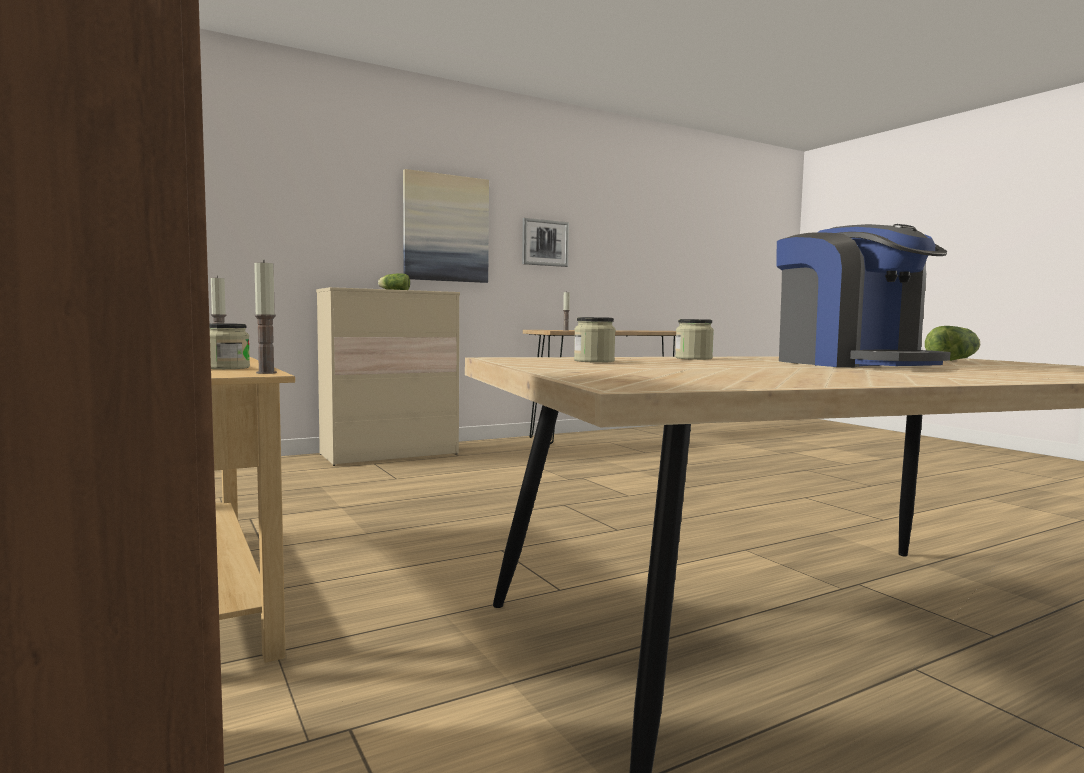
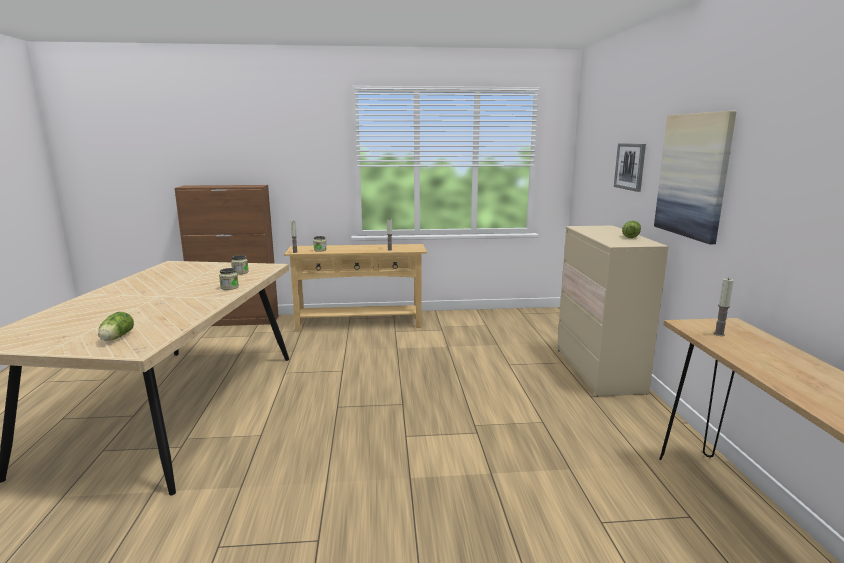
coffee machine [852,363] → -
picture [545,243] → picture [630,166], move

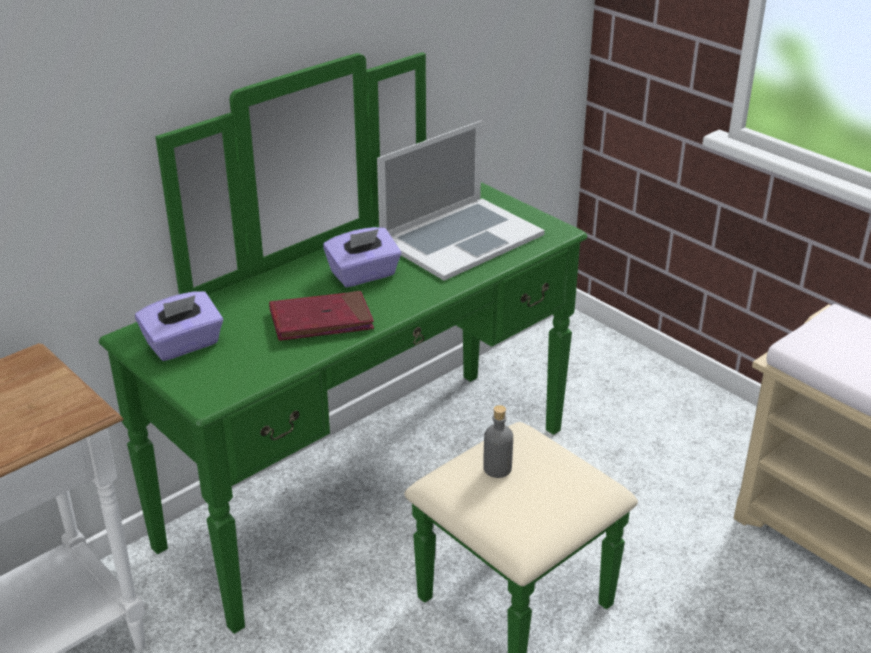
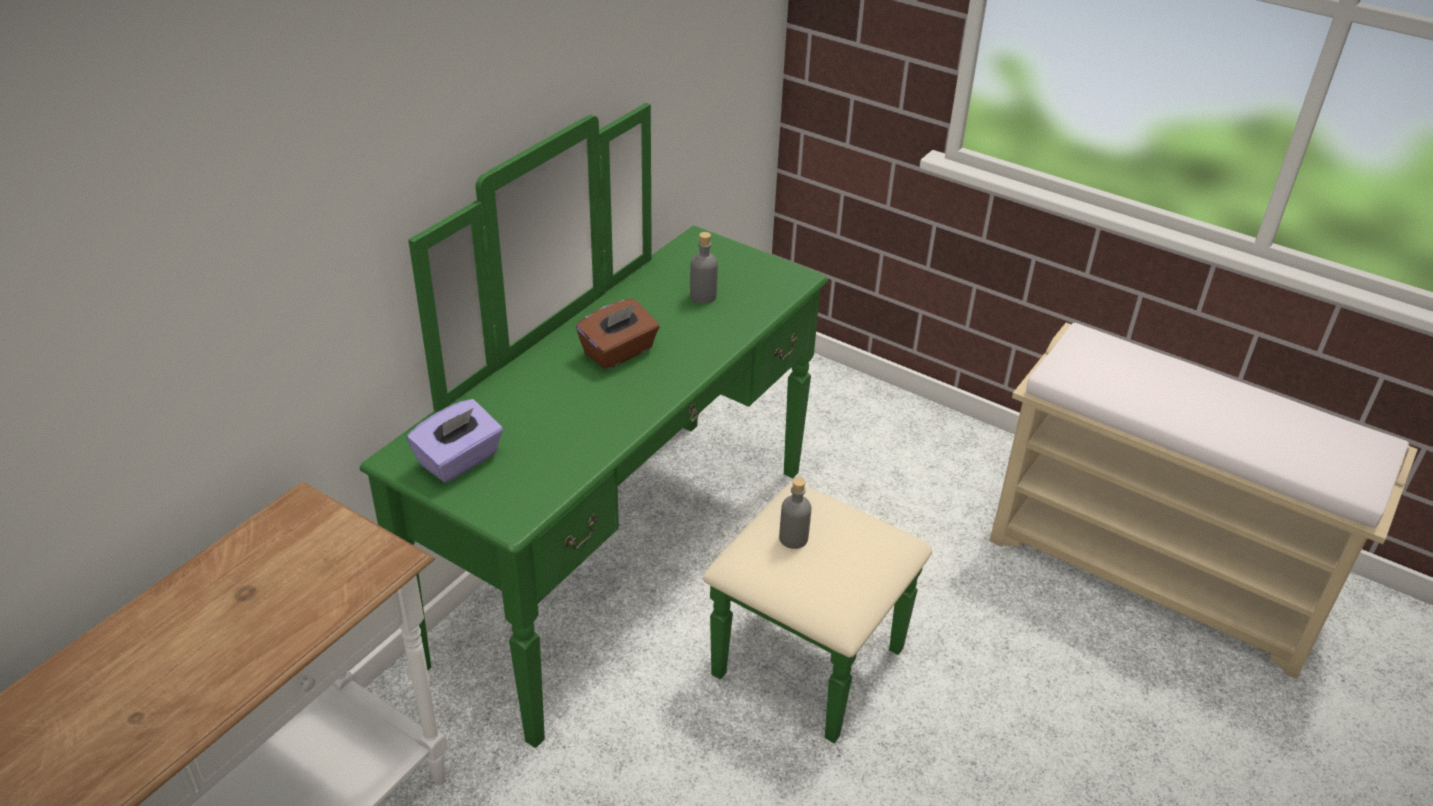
red book [321,320] → -
laptop [460,238] → grey bottle [703,296]
purple tissue box [363,275] → brown tissue box [619,352]

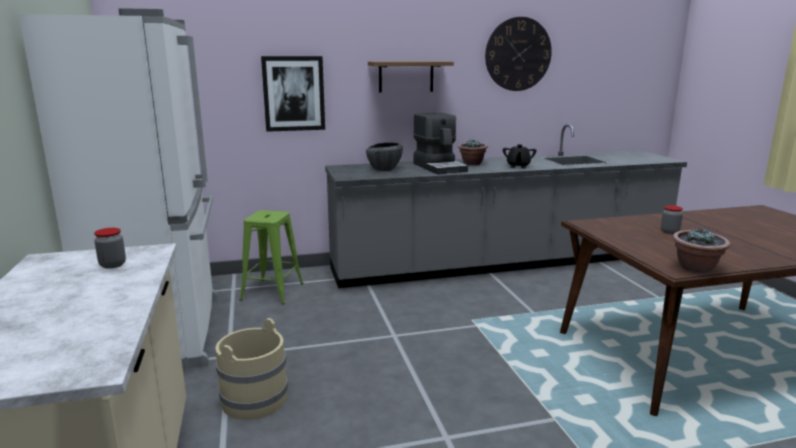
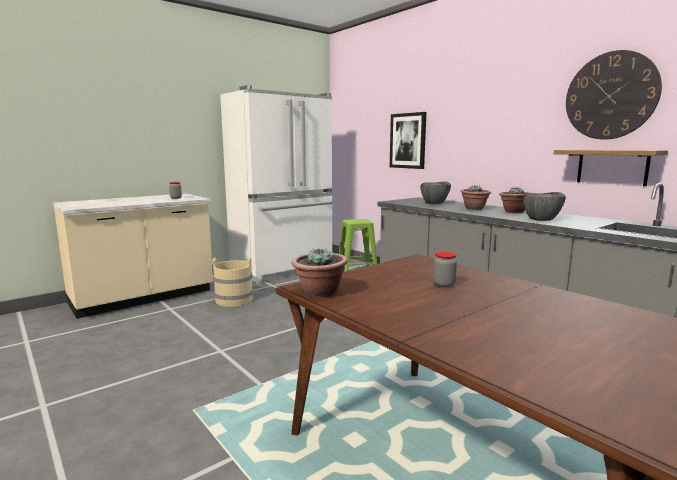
shelf [406,76] → shelf [612,167], move
coffee machine [440,167] → potted plant [474,208]
black teapot [518,166] → bowl [541,219]

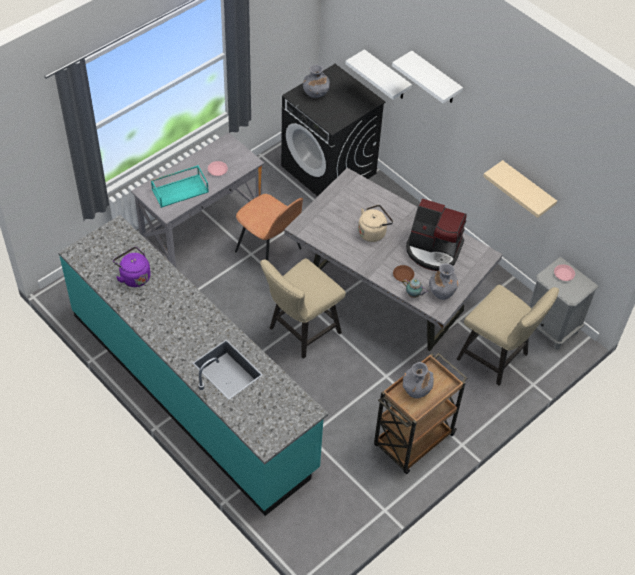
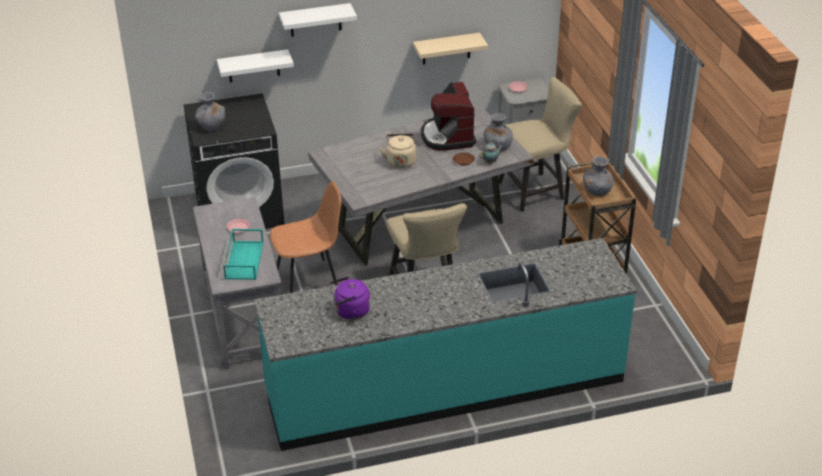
coffee machine [433,250] → coffee machine [448,136], 120 degrees clockwise

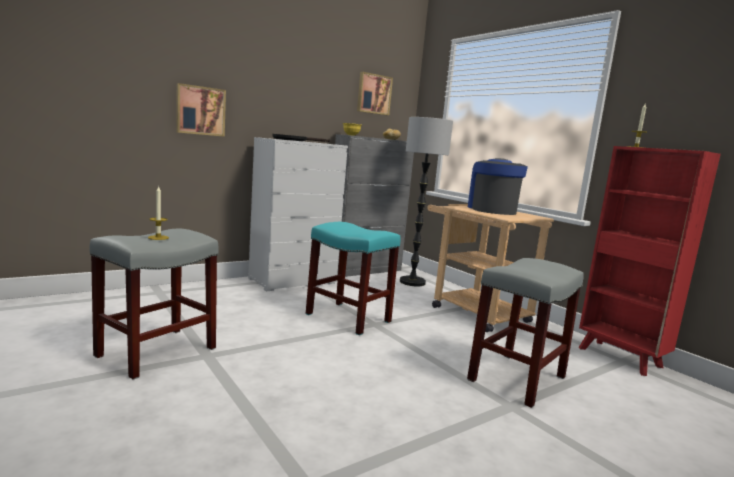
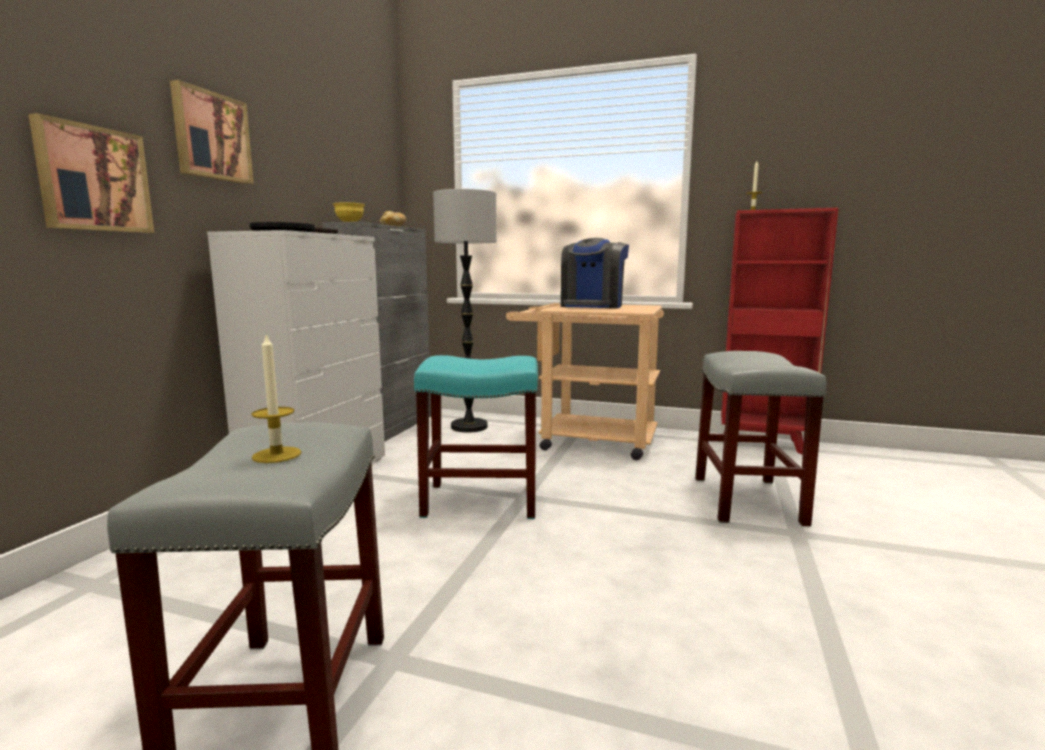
picture [373,94] → picture [211,136], move
coffee machine [491,210] → coffee machine [593,306], 120 degrees counterclockwise

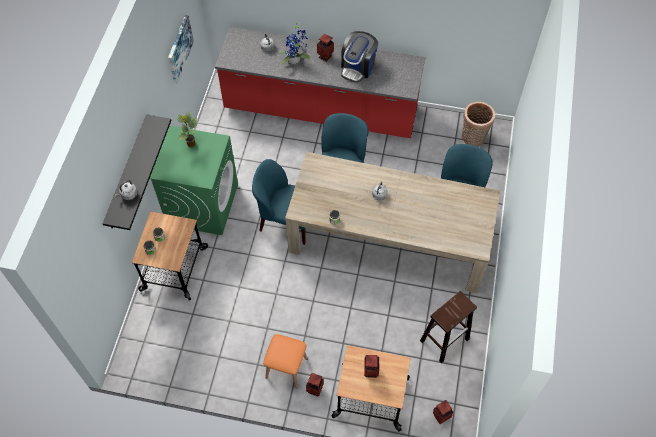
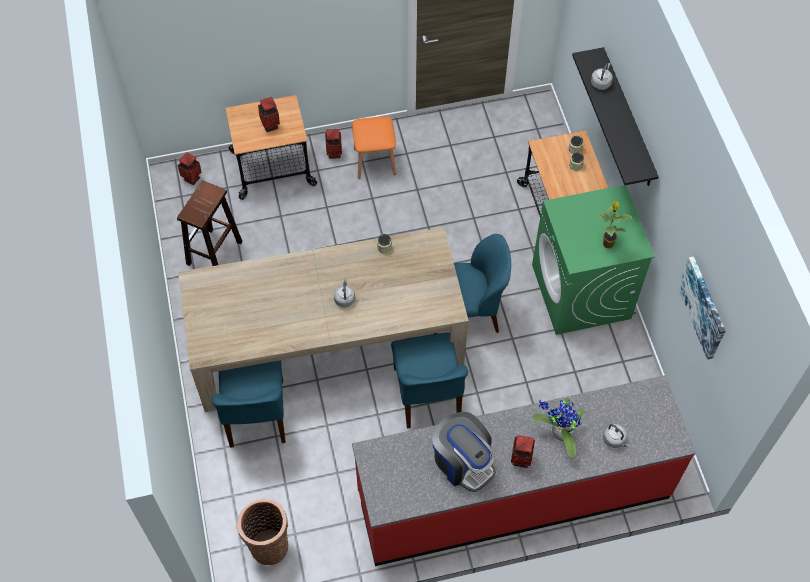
coffee machine [358,67] → coffee machine [463,461], 135 degrees clockwise

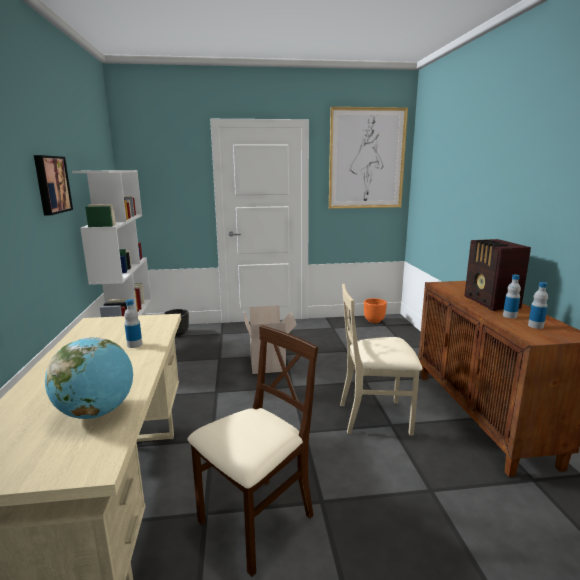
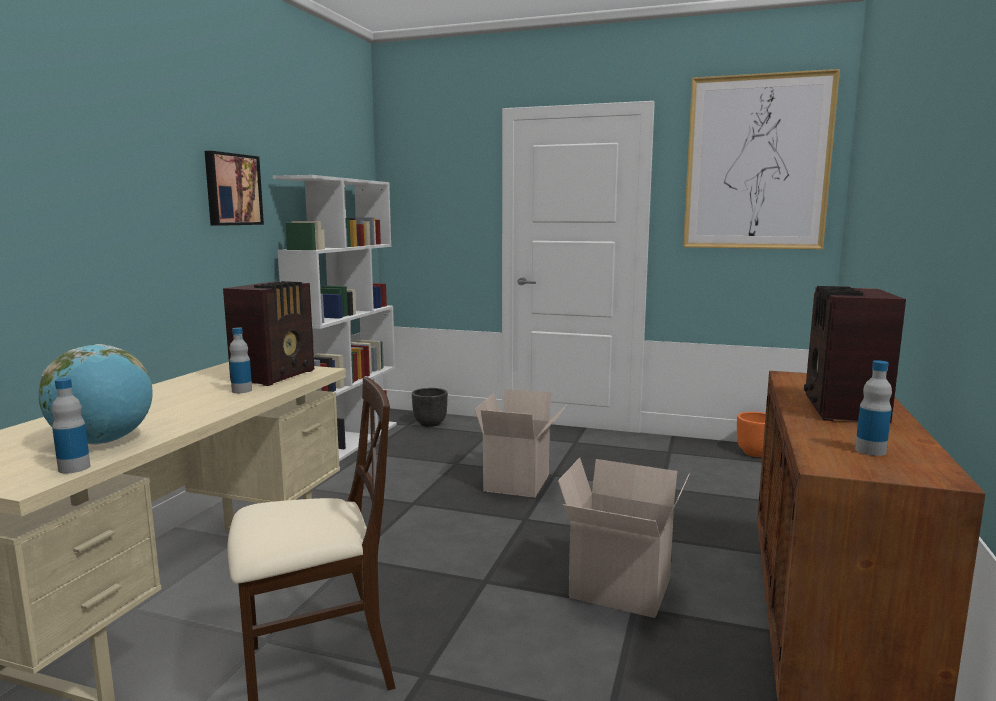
- → radio [276,375]
bottle [509,316] → bottle [74,468], move
beige chair [375,417] → cardboard box [617,590]

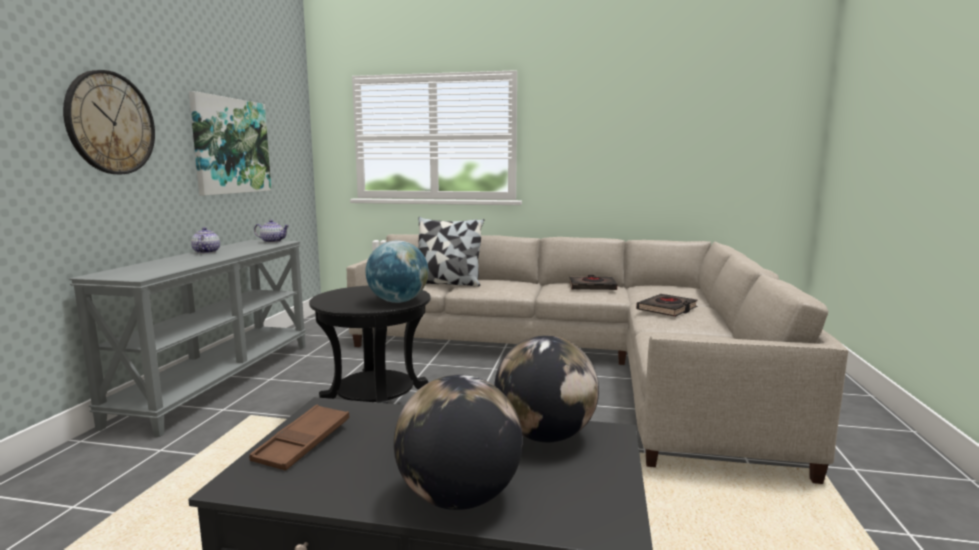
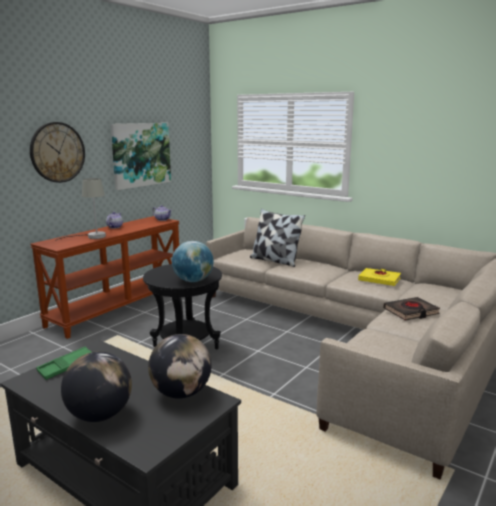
- → grey table lamp [91,237]
grey console table [219,380] → brown console table [117,307]
brown tray [303,443] → green tray [67,366]
black book [592,287] → yellow book [379,280]

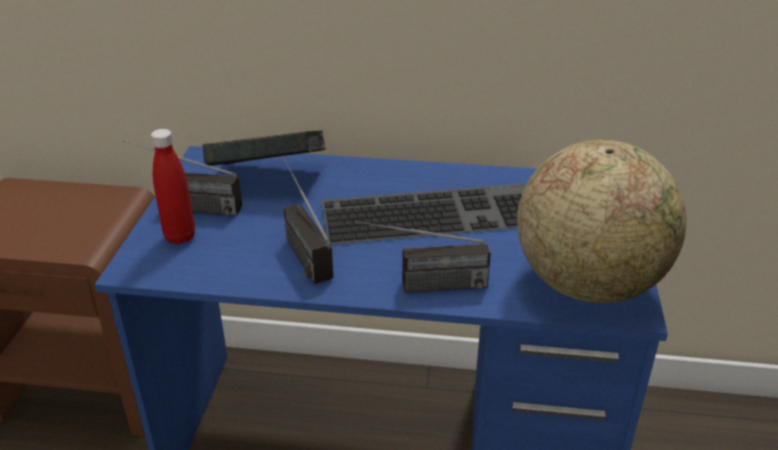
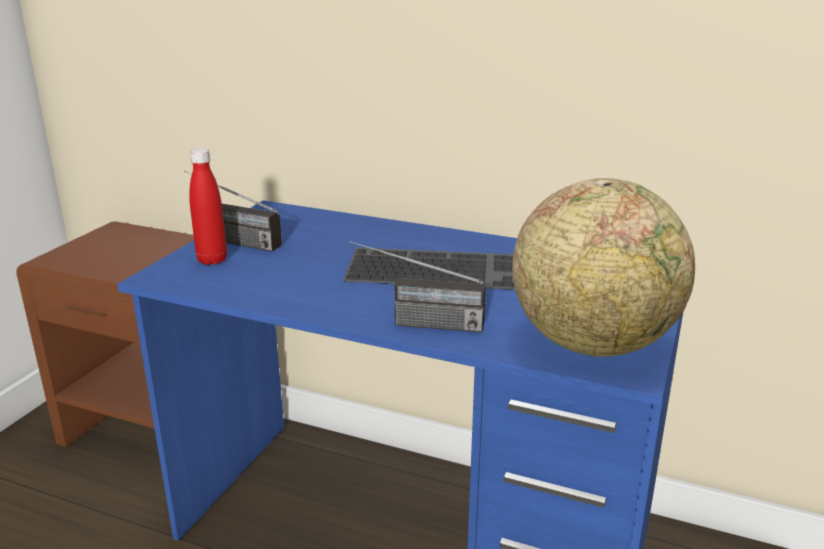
book [268,178] → -
radio [299,247] → -

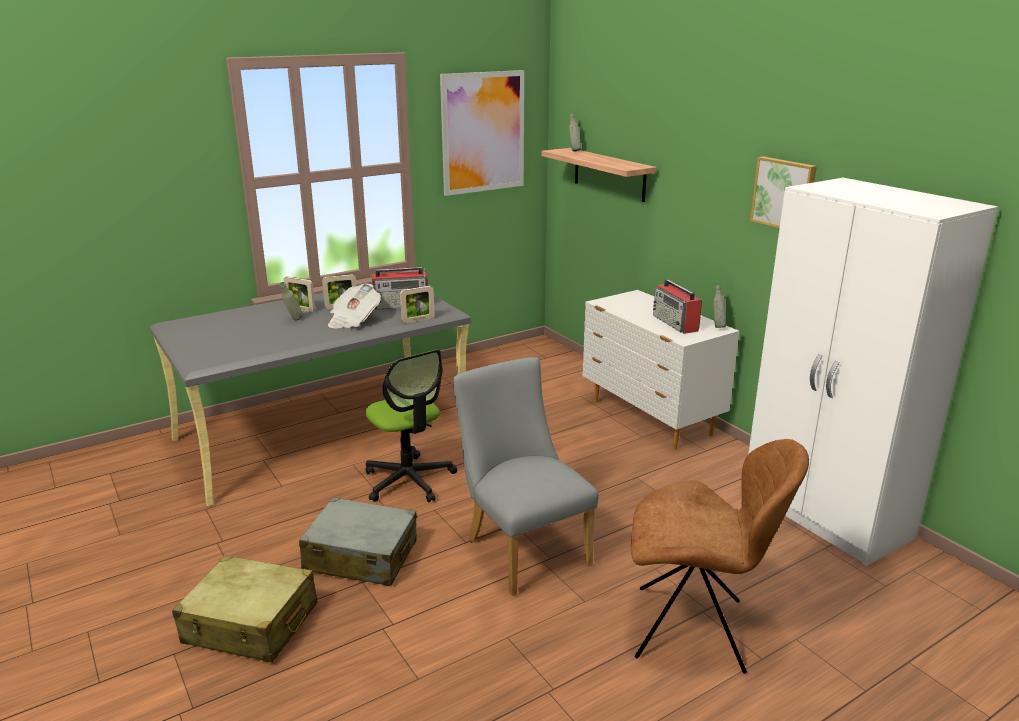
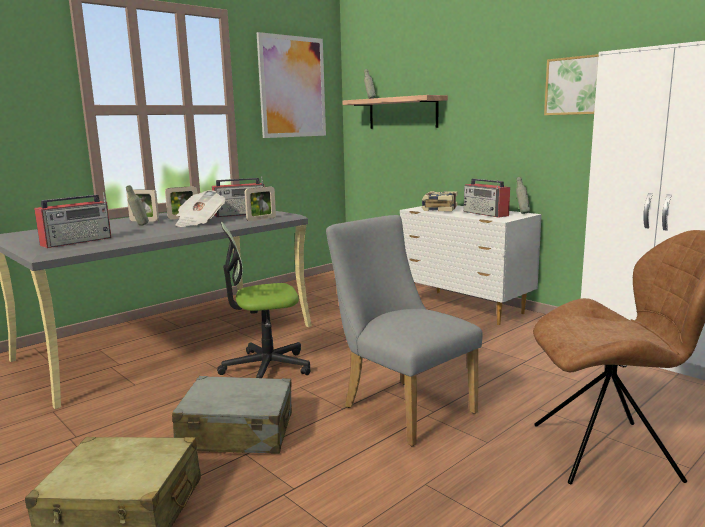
- → radio [78,241]
- → book [439,209]
office chair [409,480] → office chair [266,368], 120 degrees clockwise

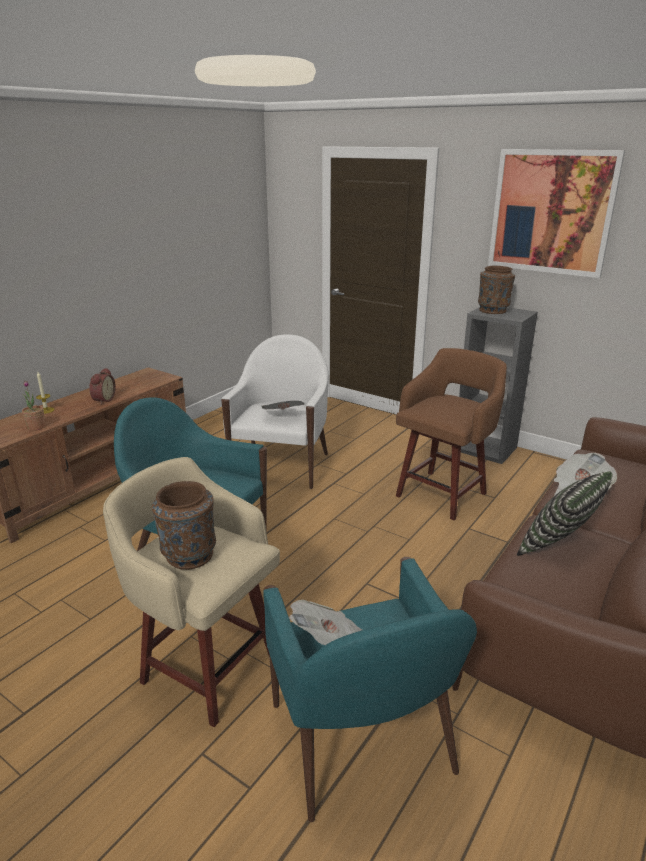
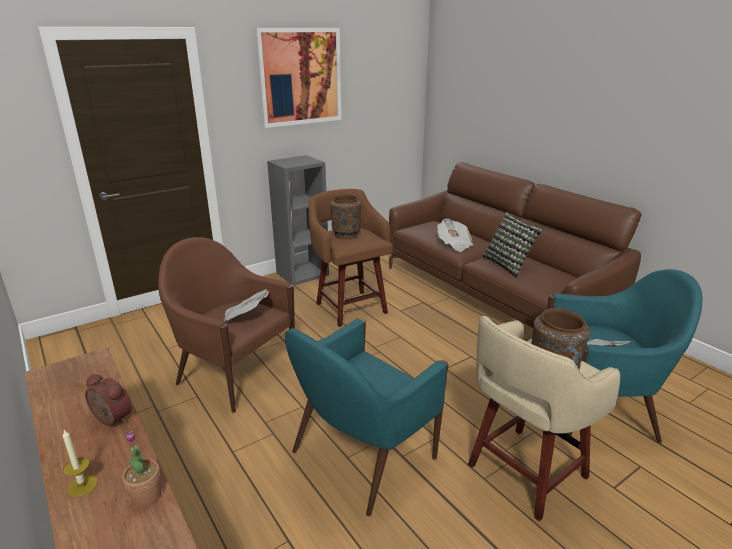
brown vase [493,310] → brown vase [346,234], move
white armchair [281,465] → brown armchair [235,373]

